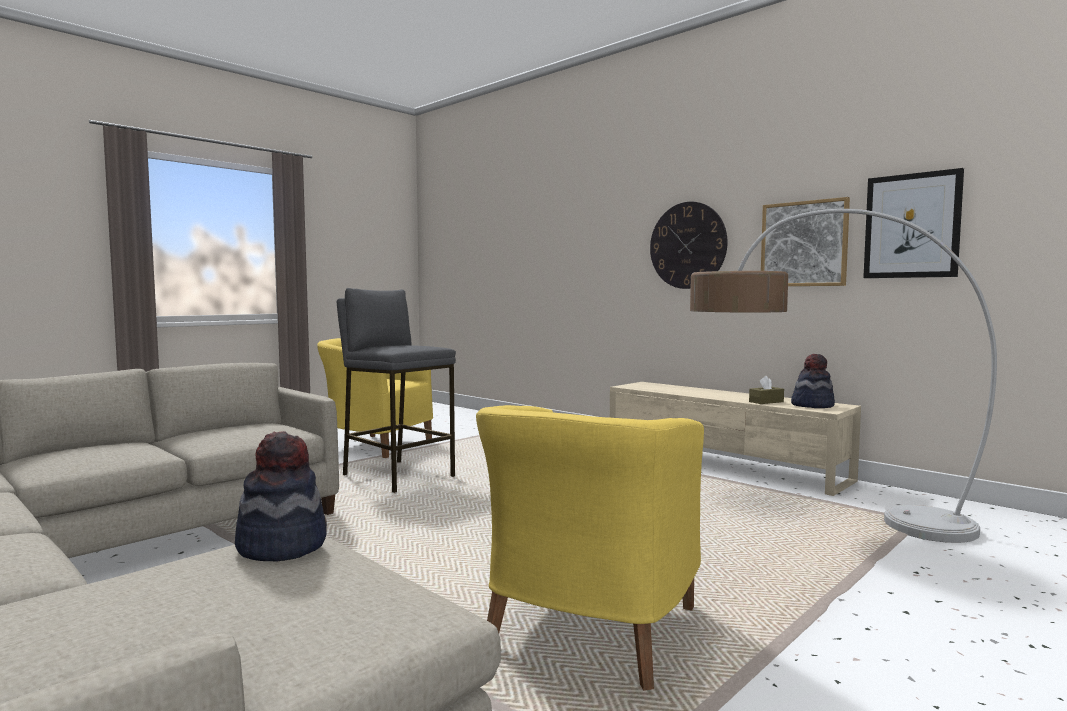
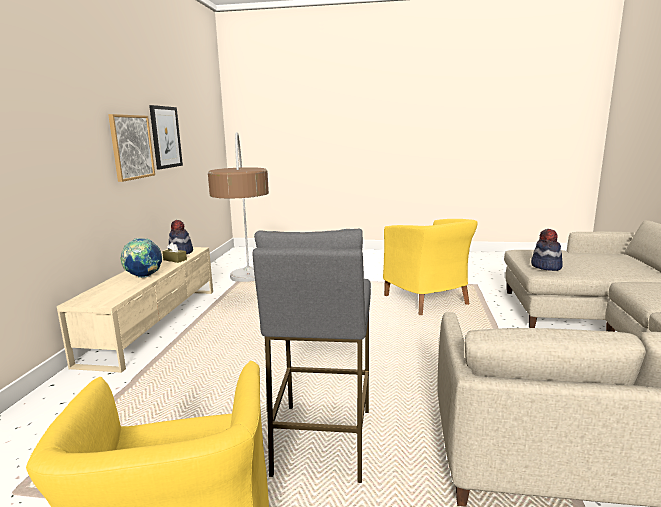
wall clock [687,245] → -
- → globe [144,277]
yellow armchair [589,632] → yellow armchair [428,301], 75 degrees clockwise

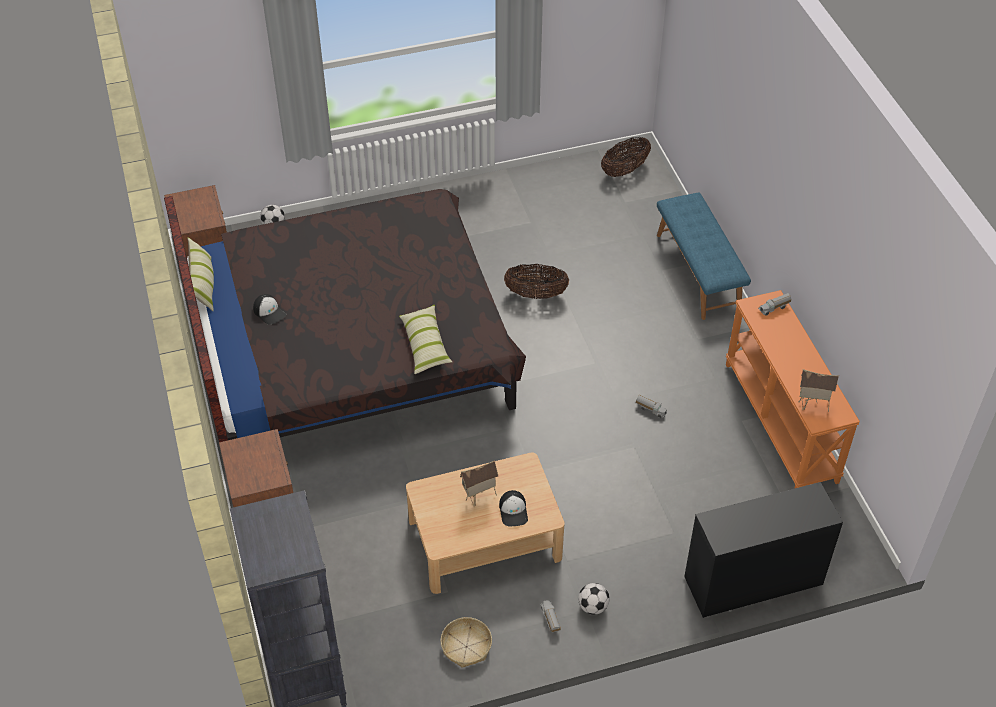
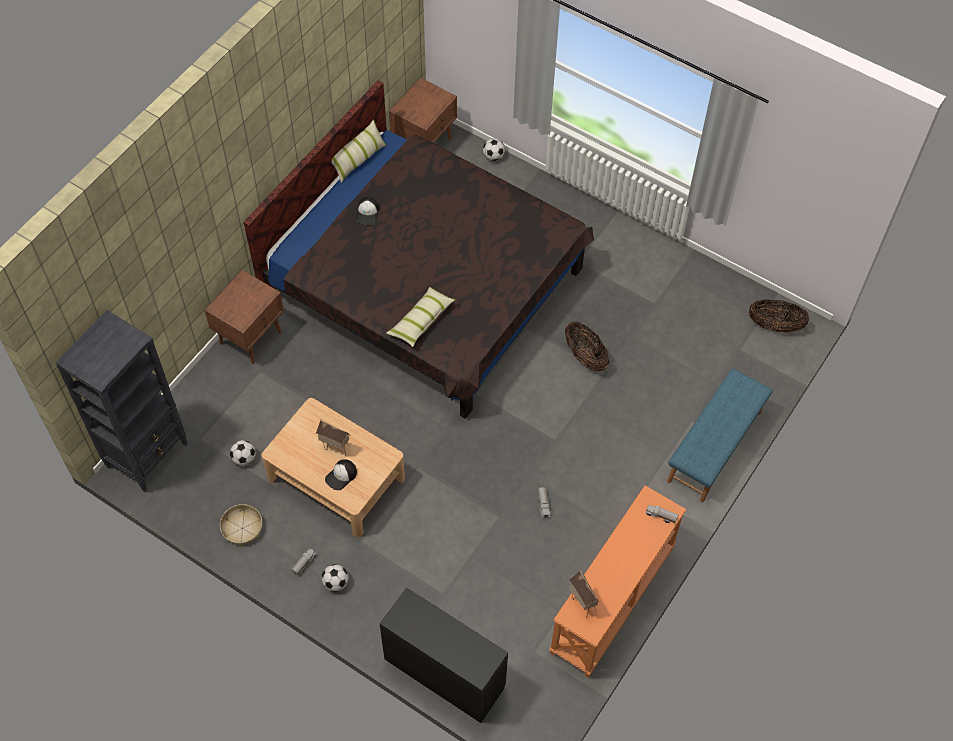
- → football [244,459]

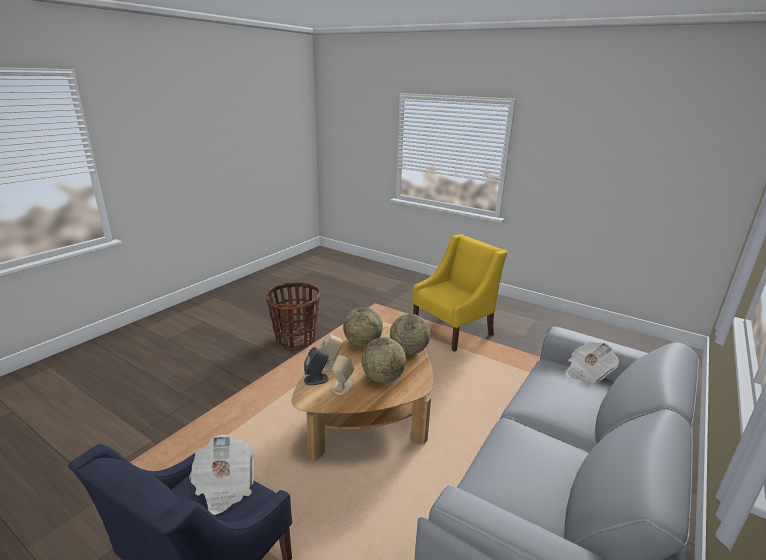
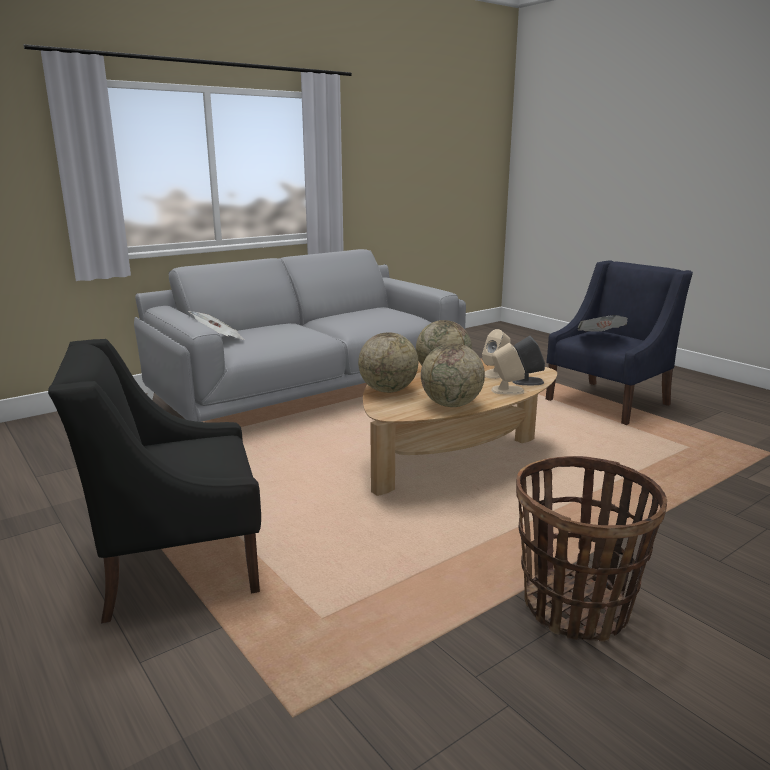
yellow armchair [453,330] → black armchair [177,562]

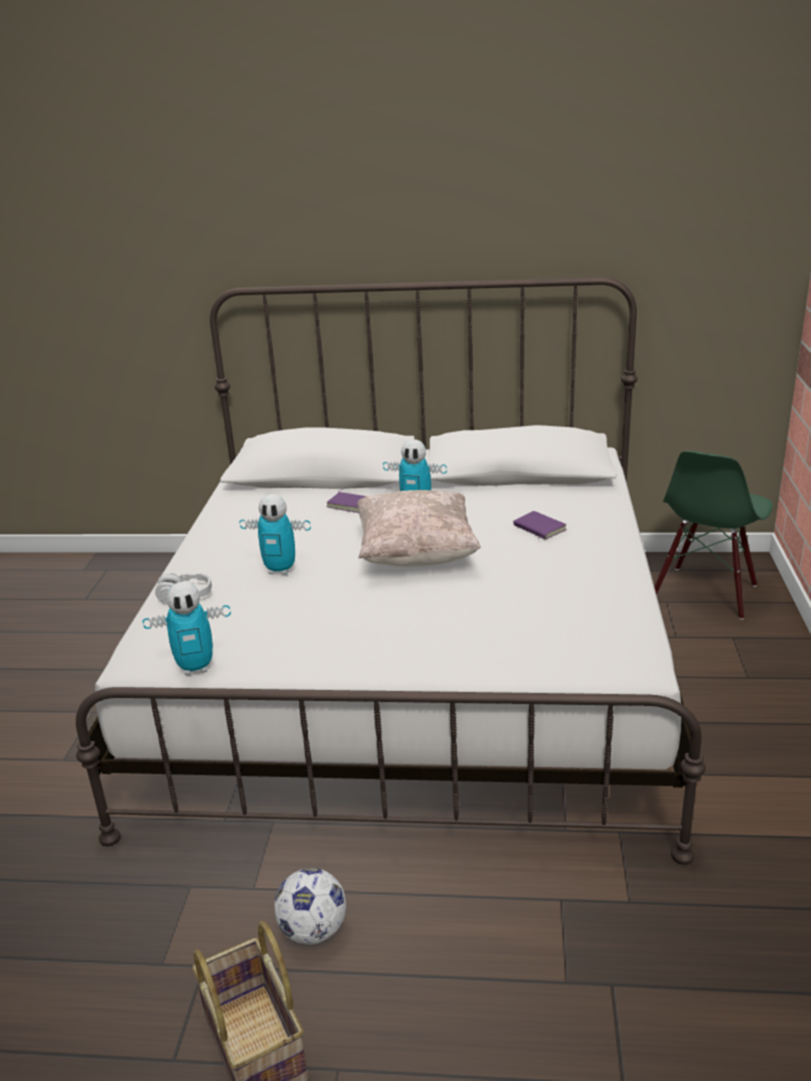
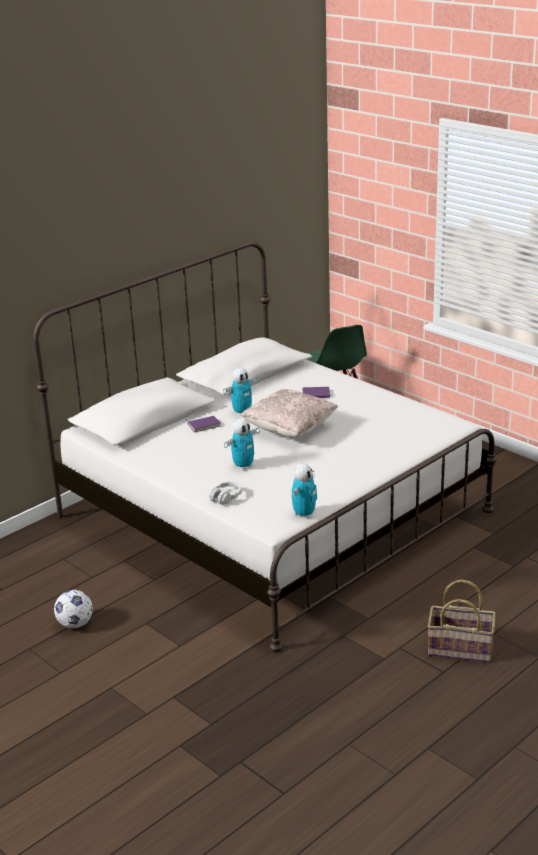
football [314,930] → football [75,624], move

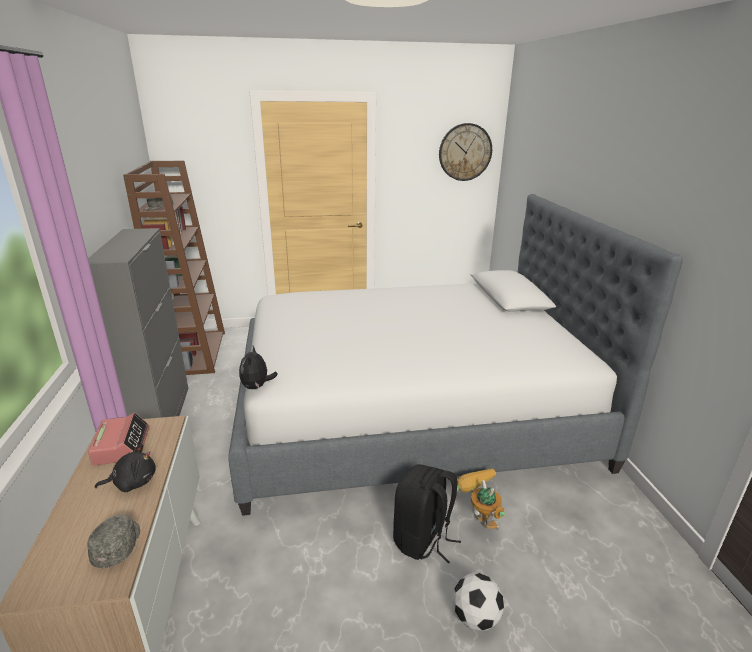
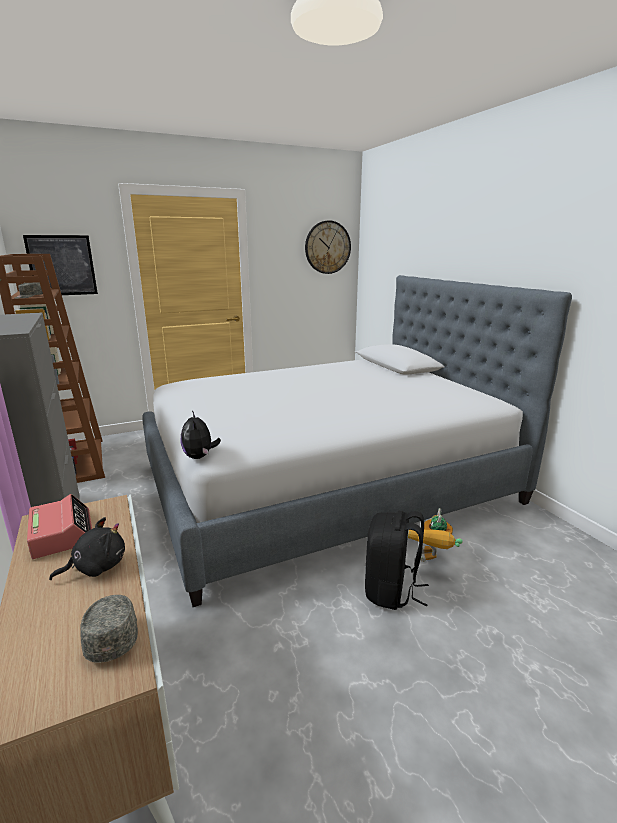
football [475,617] → -
- → picture [62,265]
toy robot [477,519] → toy robot [432,562], 120 degrees counterclockwise

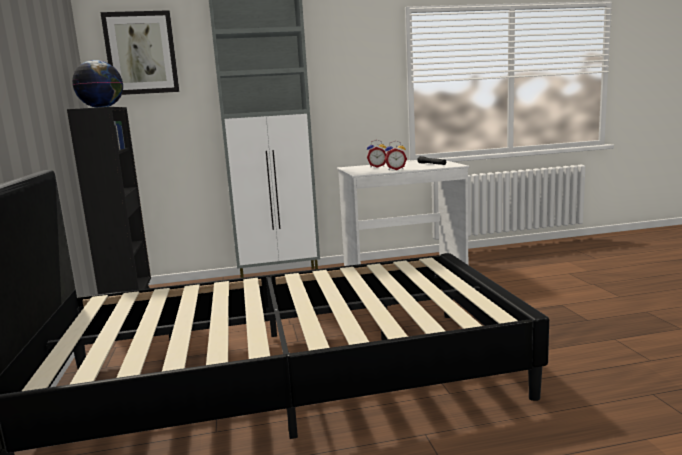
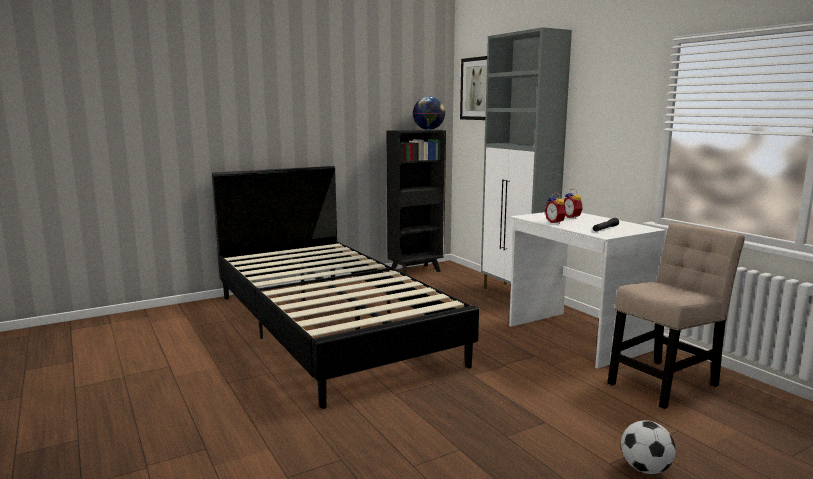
- → beige chair [665,382]
- → football [645,469]

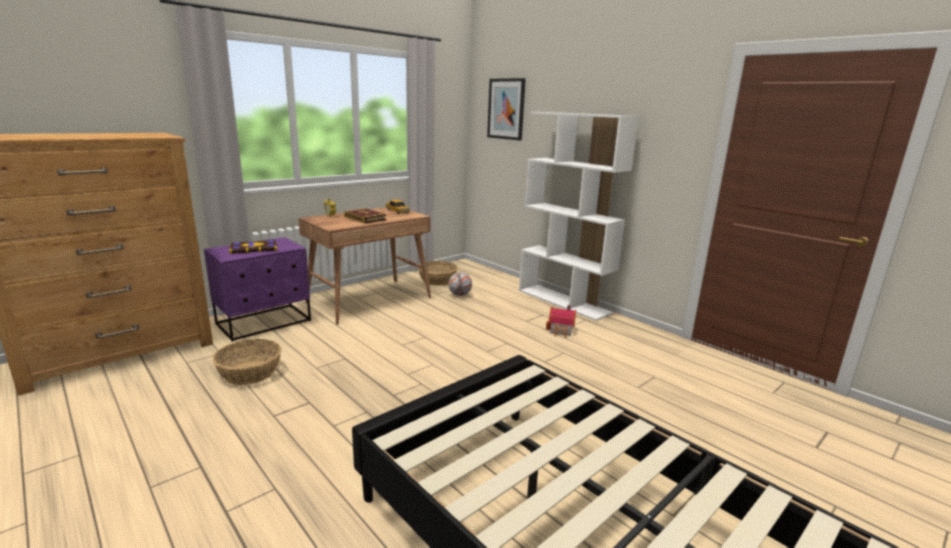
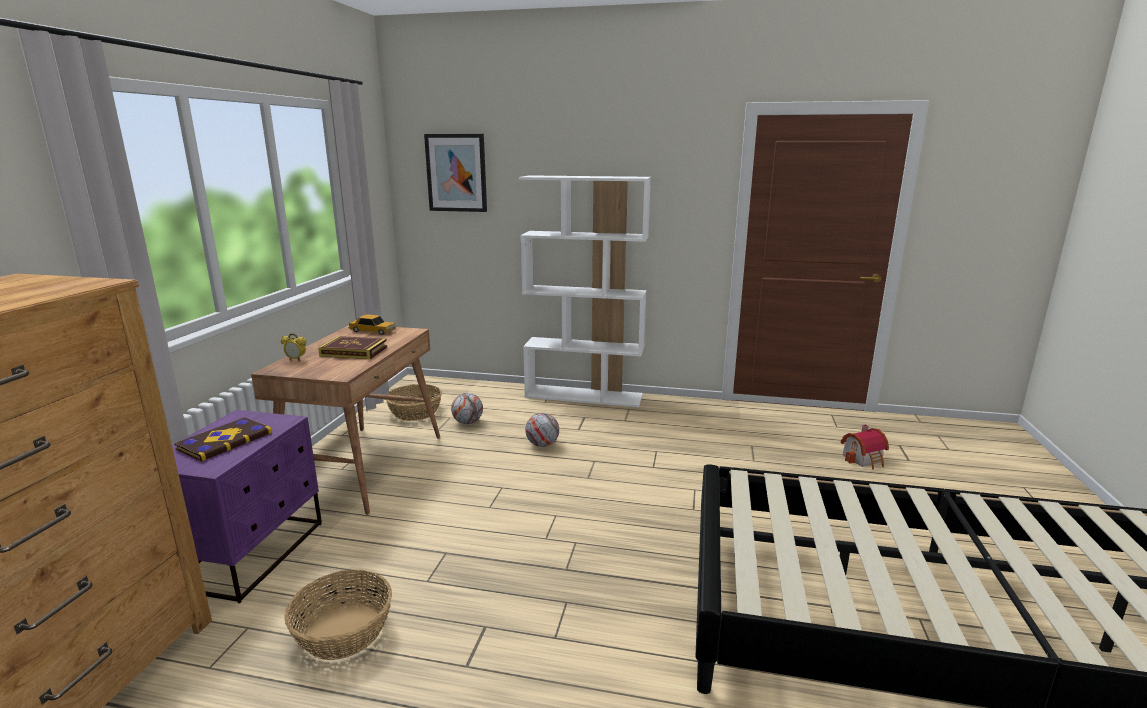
- → football [542,445]
toy house [561,331] → toy house [864,459], move

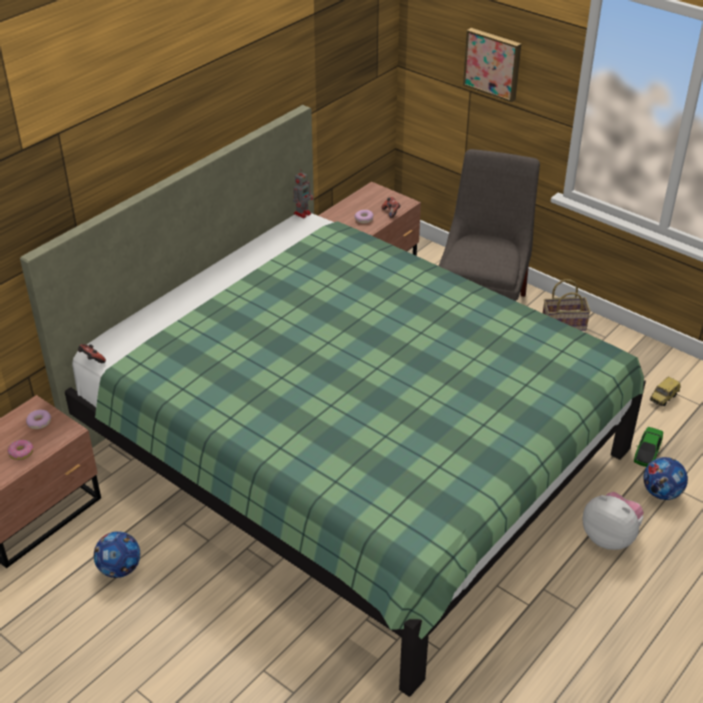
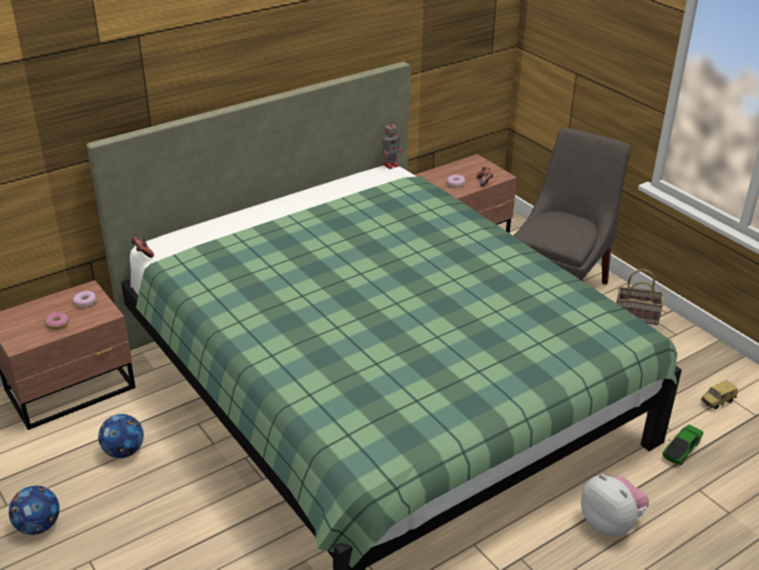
picture [493,63] → -
football [661,493] → football [38,526], move

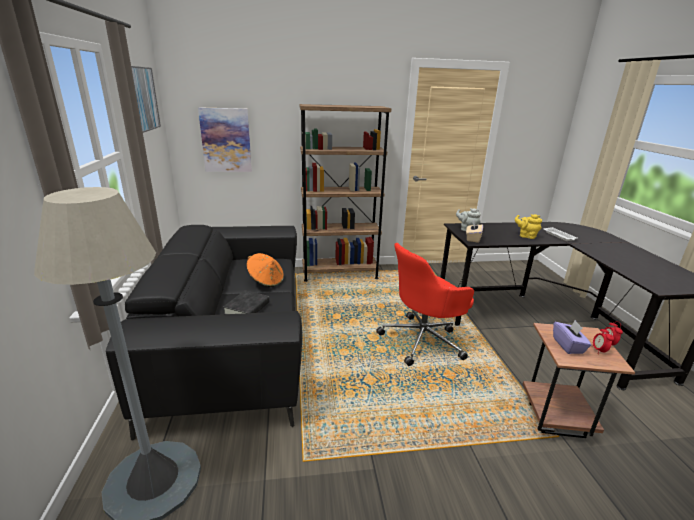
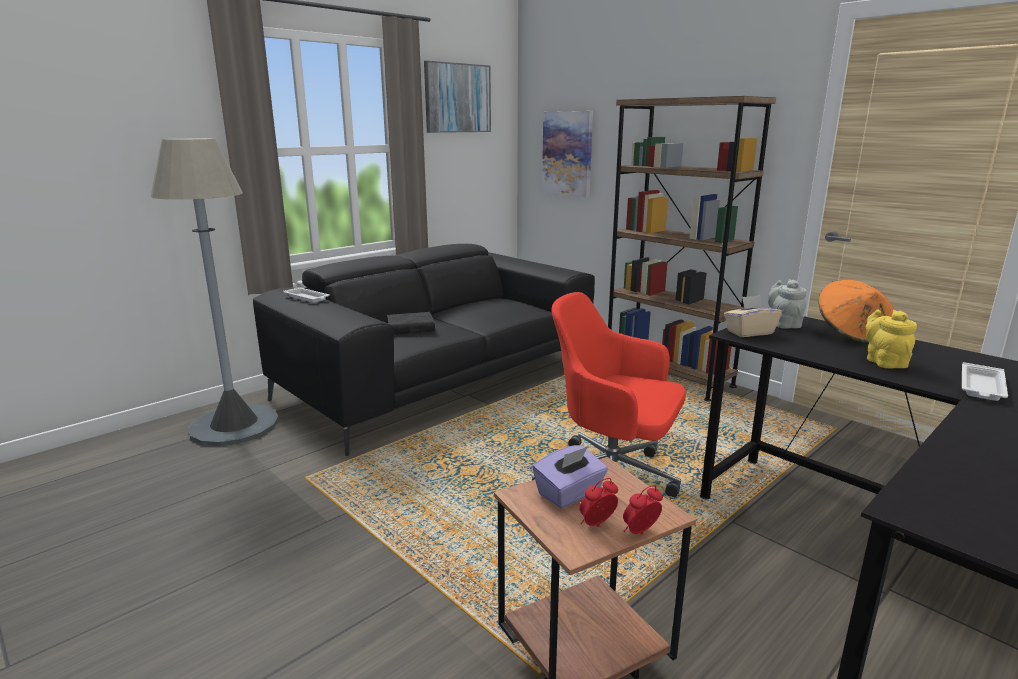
- → white tray [307,298]
orange hat [266,281] → orange hat [853,334], move

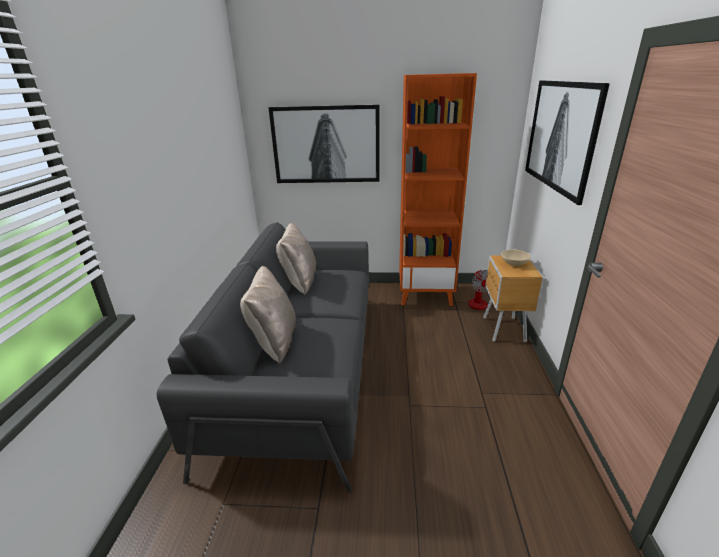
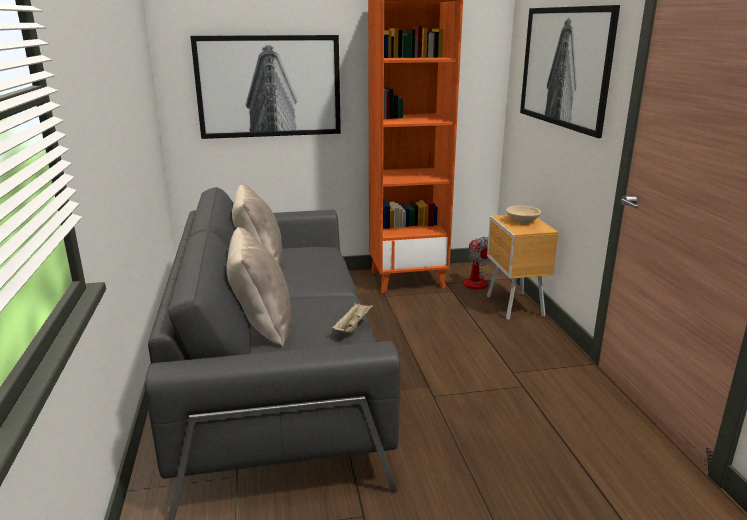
- → beige tray [353,326]

